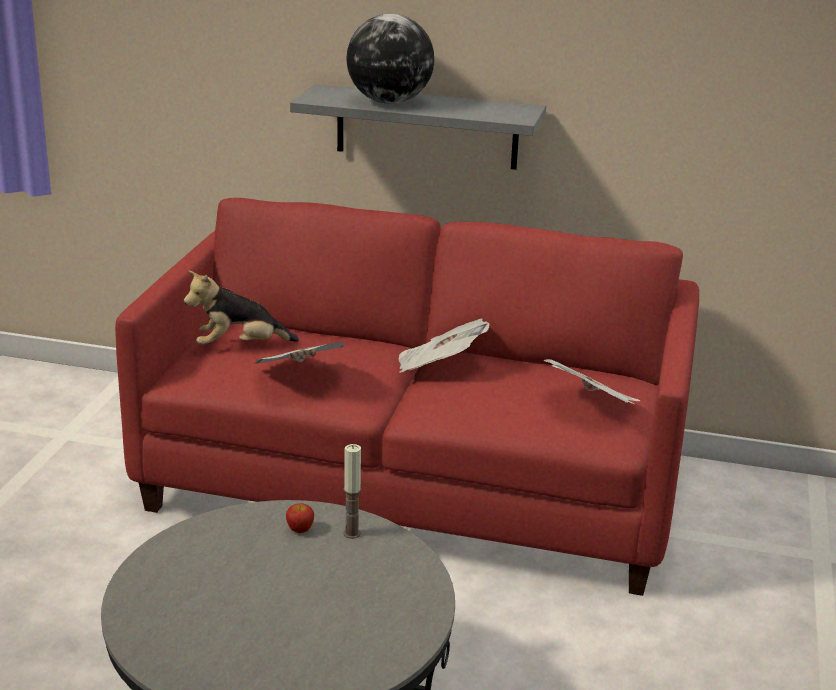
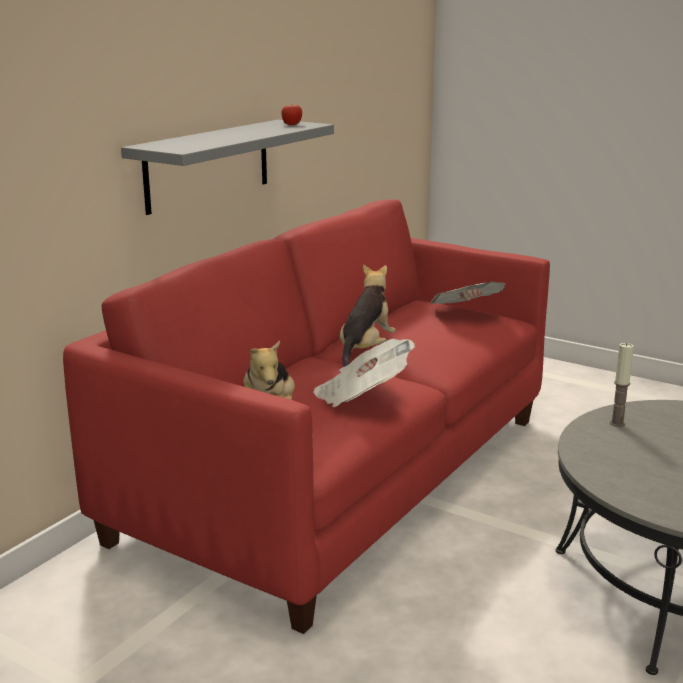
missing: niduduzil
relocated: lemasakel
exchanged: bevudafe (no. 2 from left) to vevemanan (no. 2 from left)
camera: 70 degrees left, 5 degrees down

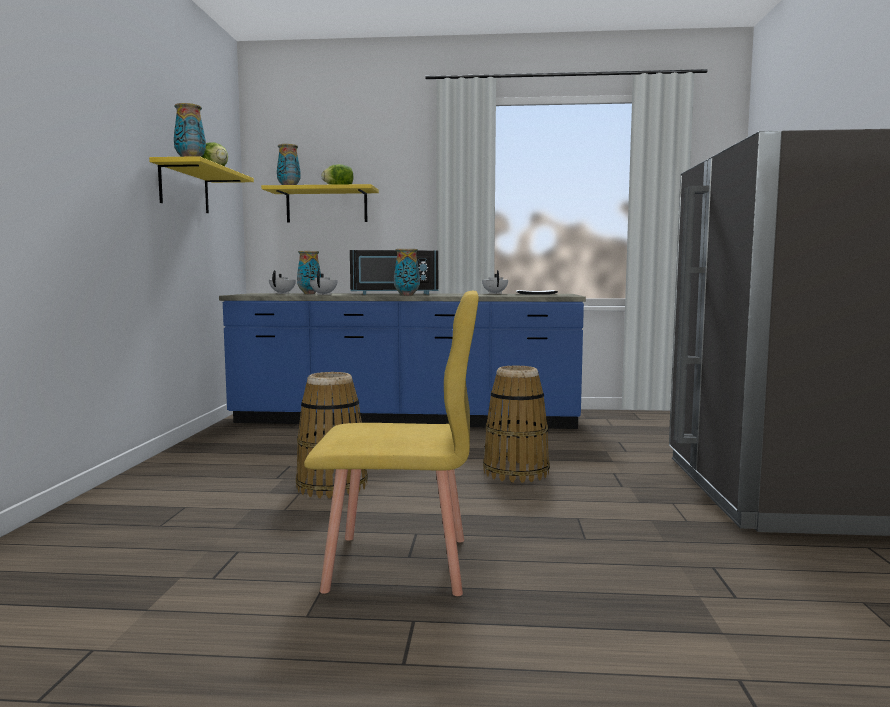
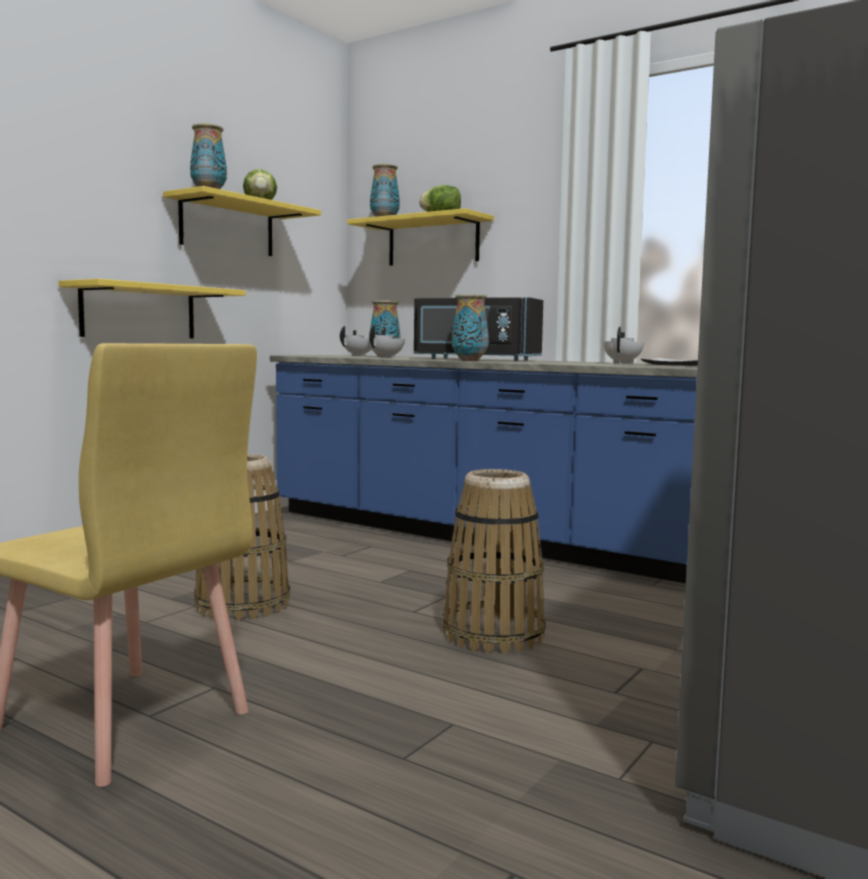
appeared: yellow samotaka (no. 1 from left)
camera: 30 degrees right, 0 degrees up

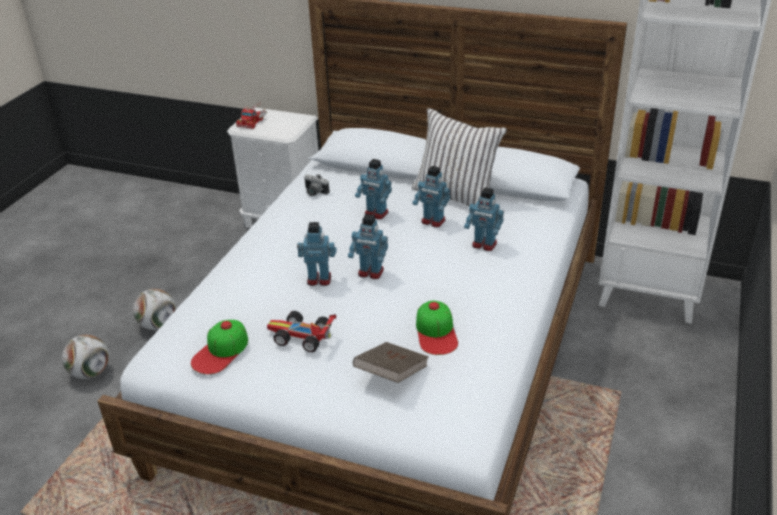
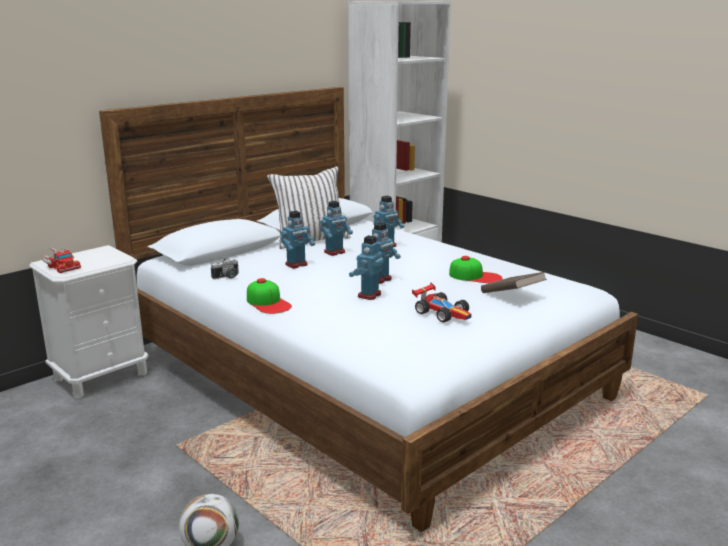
missing: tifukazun (no. 2 from left)
relocated: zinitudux (no. 1 from left)
spun: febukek 90 degrees counterclockwise
camera: 65 degrees left, 15 degrees down

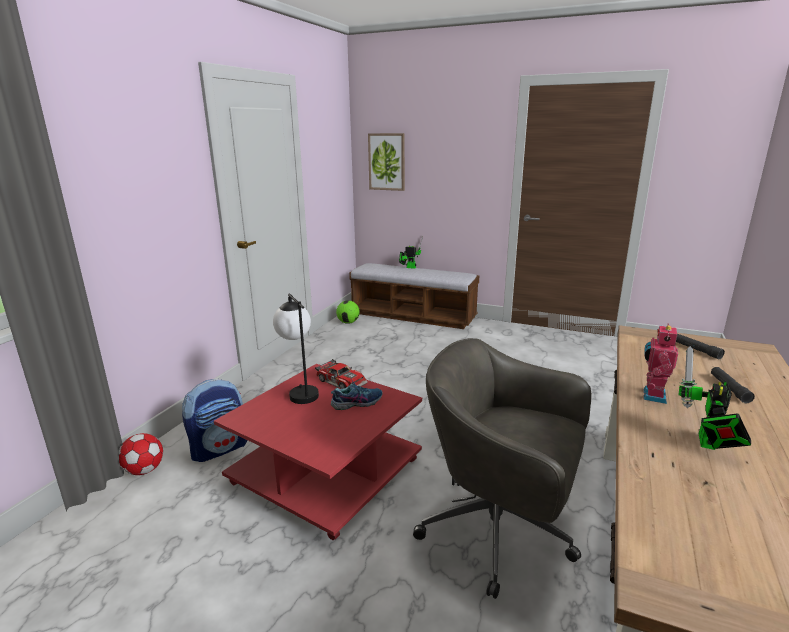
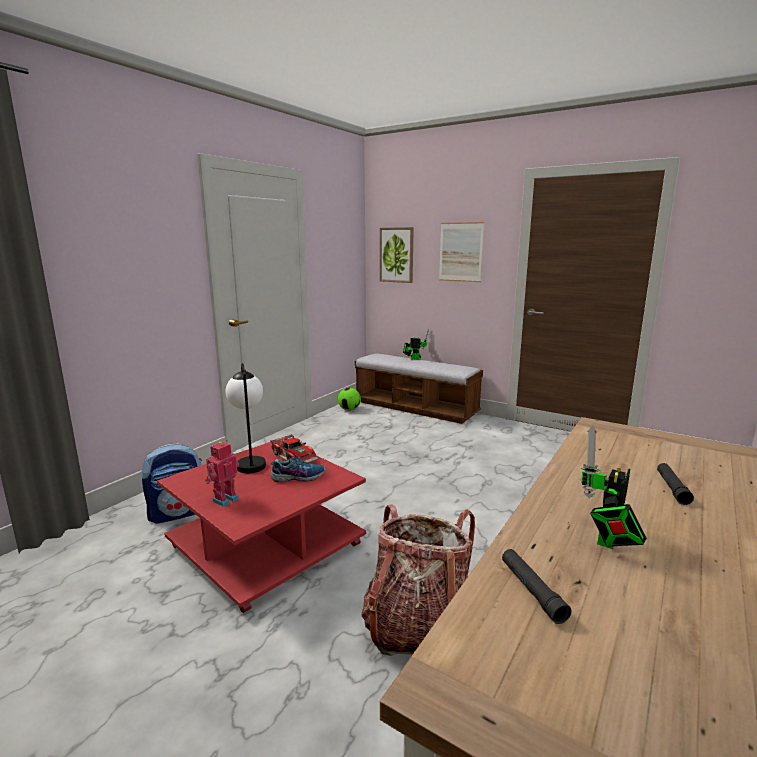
missing: tifukazun (no. 1 from left)
appeared: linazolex (no. 2 from left)
relocated: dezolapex (no. 2 from left in the first image) to dezolapex (no. 1 from left); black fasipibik (no. 1 from left)
exchanged: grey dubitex to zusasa (no. 2 from left)
camera: 10 degrees right, 5 degrees down

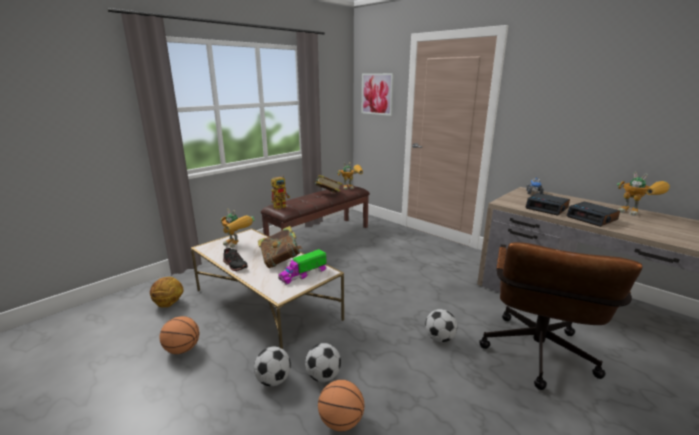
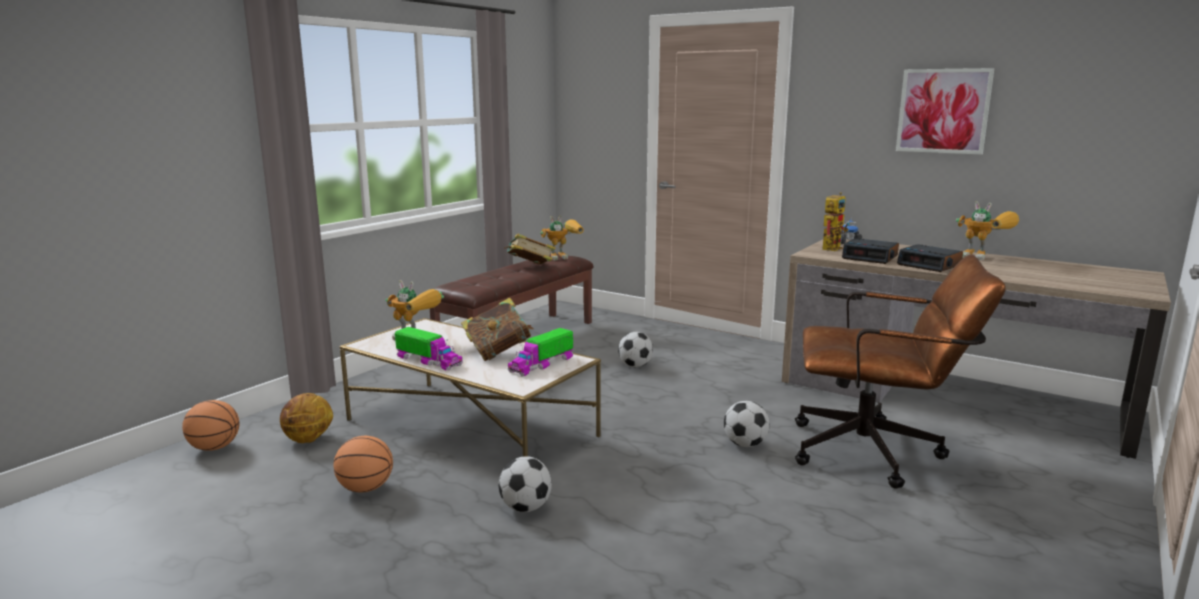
relocated: dezolapex (no. 2 from left in the first image) to dezolapex (no. 3 from left); tifukazun (no. 2 from left); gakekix (no. 3 from left in the first image) to gakekix (no. 1 from left); linazolex
exchanged: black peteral to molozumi (no. 1 from left)
spun: brown dubitex 90 degrees counterclockwise
camera: 10 degrees left, 5 degrees down

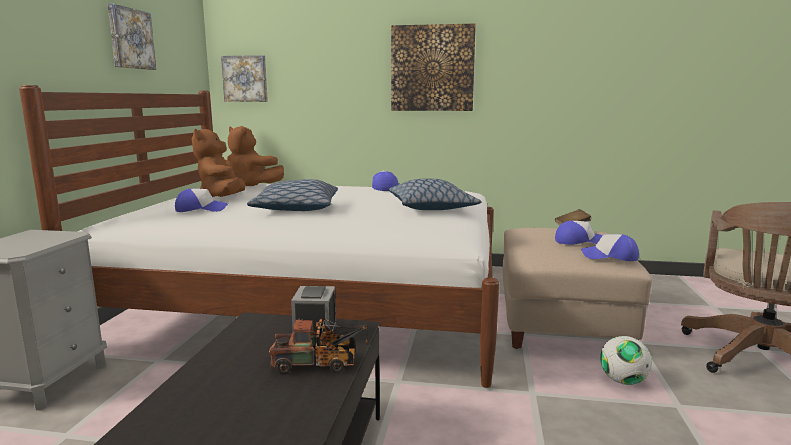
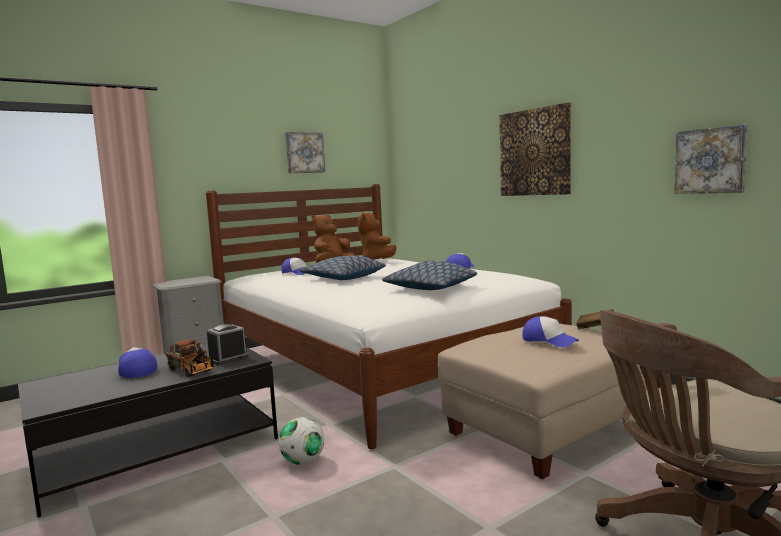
relocated: linazolex (no. 2 from left in the first image) to linazolex (no. 3 from left); zinitudux (no. 4 from left in the first image) to zinitudux (no. 1 from left); tifukazun
camera: 45 degrees right, 5 degrees down

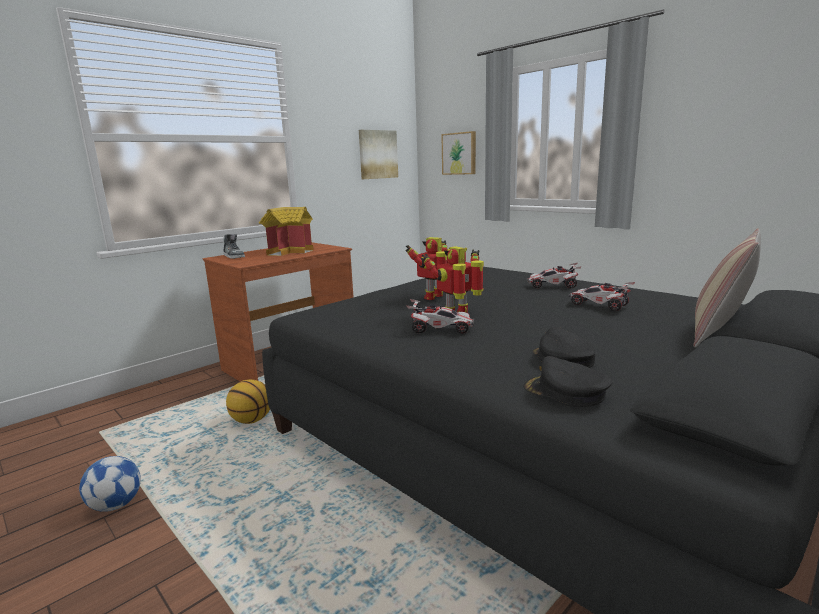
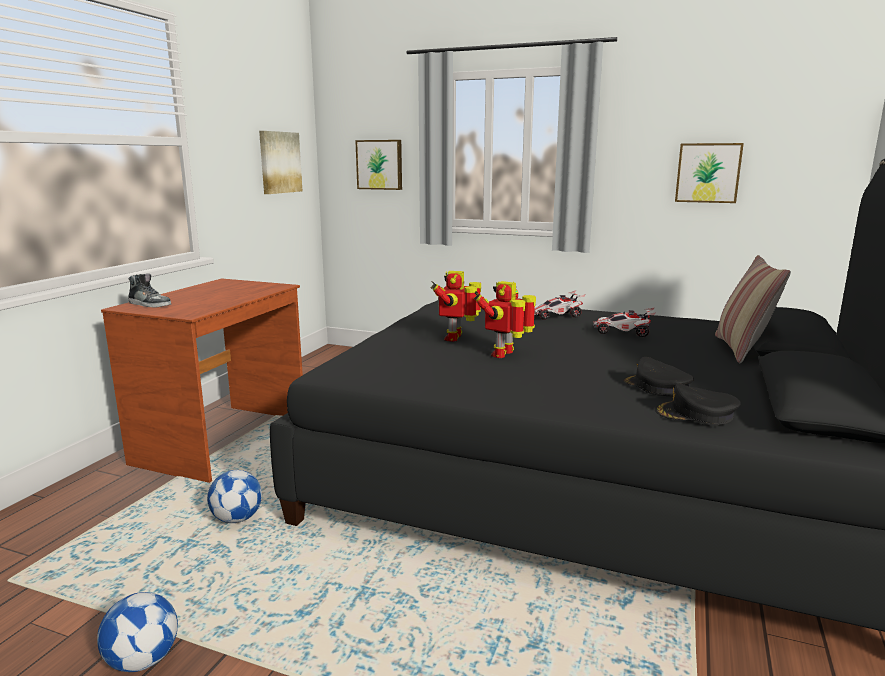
missing: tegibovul; febukek (no. 1 from left)
appeared: linazolex (no. 3 from left)
exchanged: gakekix to tifukazun (no. 2 from left)
camera: 25 degrees left, 0 degrees up

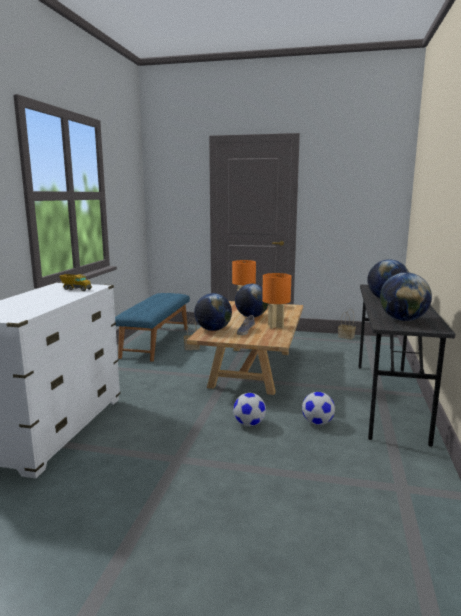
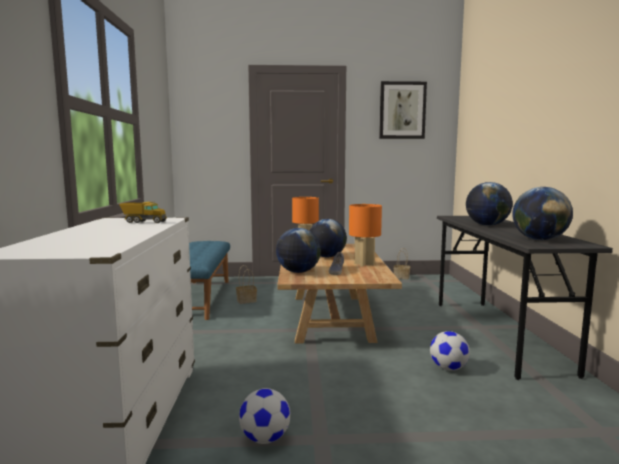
appeared: linazolex
relocated: tifukazun (no. 1 from left)
camera: 15 degrees left, 5 degrees down

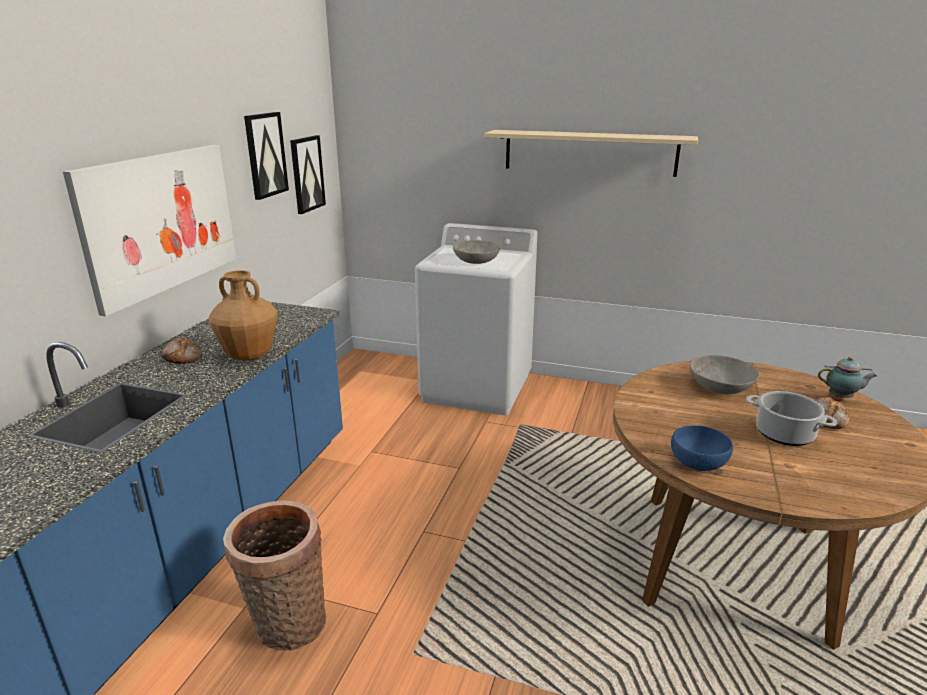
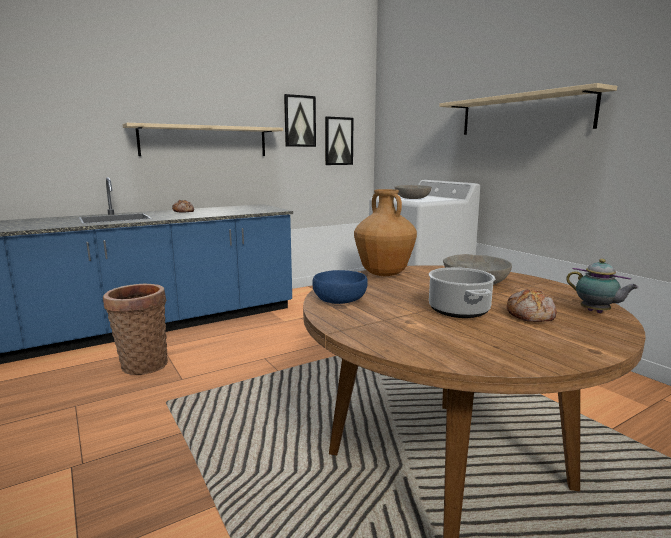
relocated: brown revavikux
exchanged: linazolex (no. 1 from left) to beige samotaka (no. 1 from left)
camera: 40 degrees right, 10 degrees down

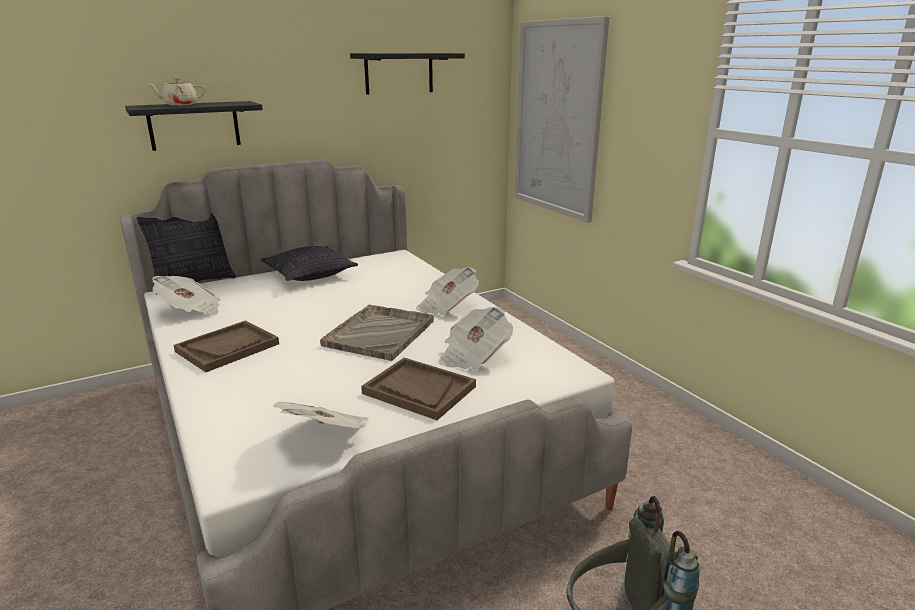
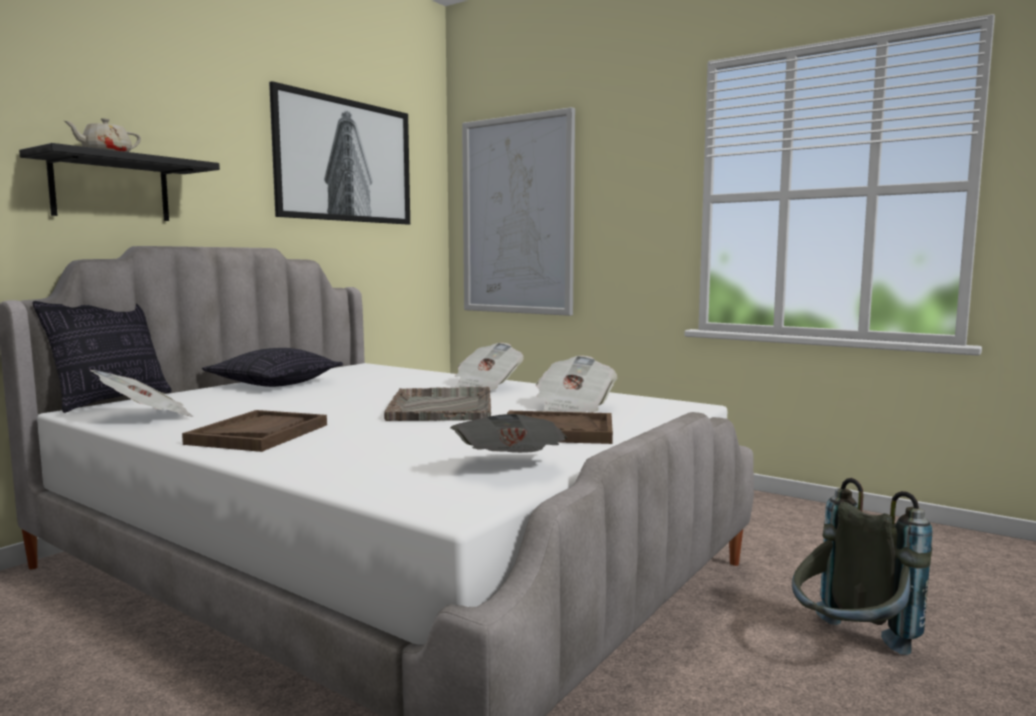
exchanged: black samotaka (no. 2 from left) to linazolex (no. 1 from left)
camera: 25 degrees left, 15 degrees down

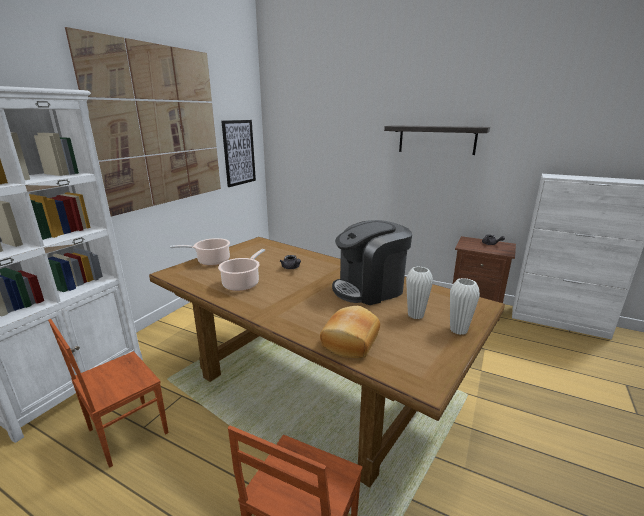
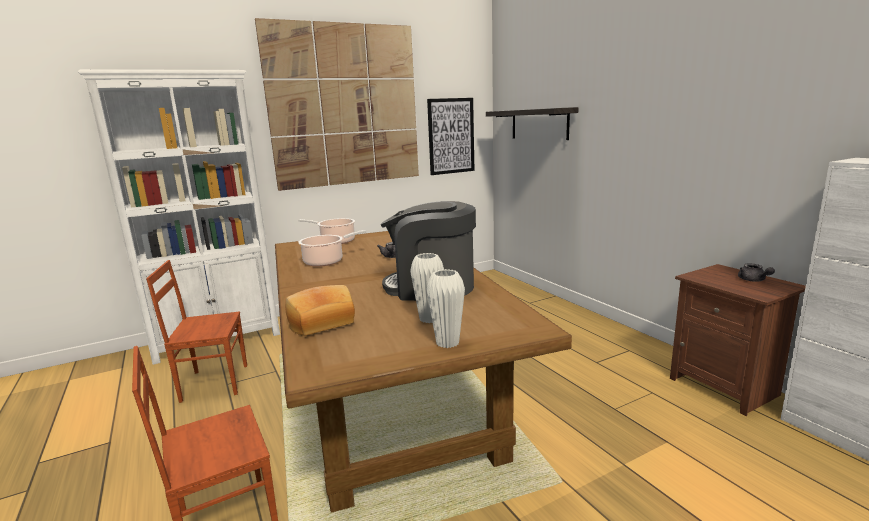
relocated: samotaka
camera: 35 degrees right, 5 degrees down

